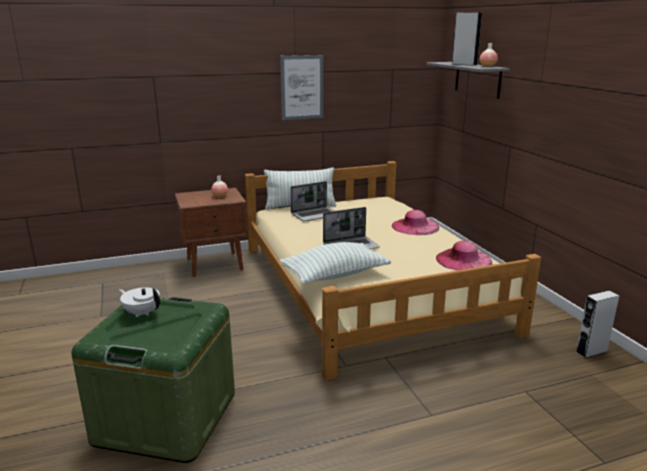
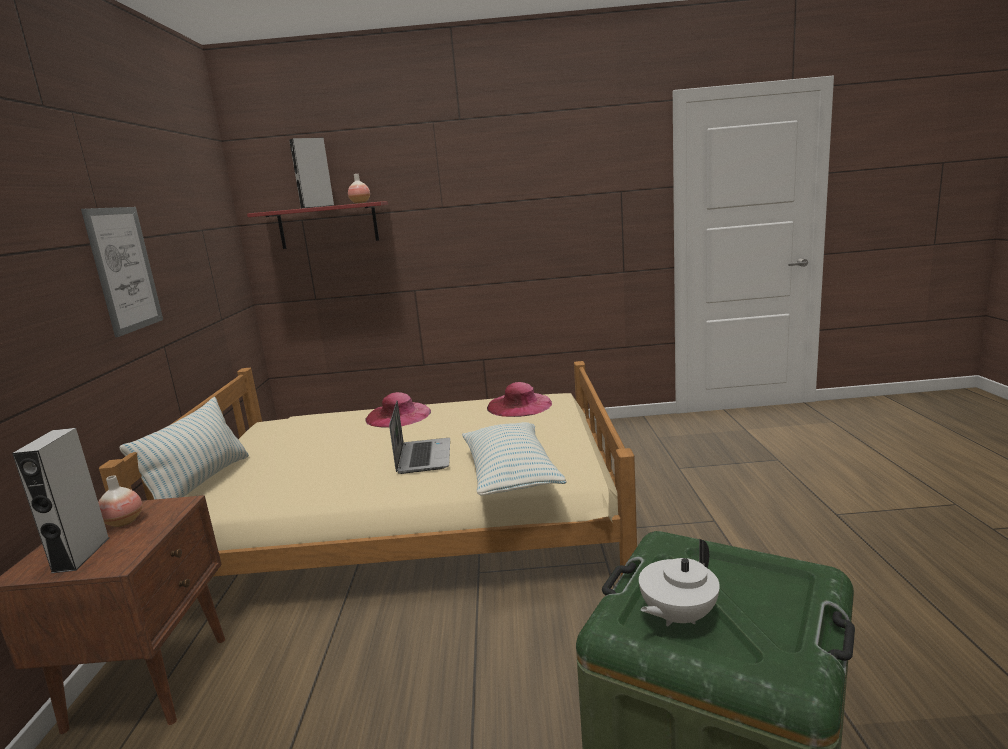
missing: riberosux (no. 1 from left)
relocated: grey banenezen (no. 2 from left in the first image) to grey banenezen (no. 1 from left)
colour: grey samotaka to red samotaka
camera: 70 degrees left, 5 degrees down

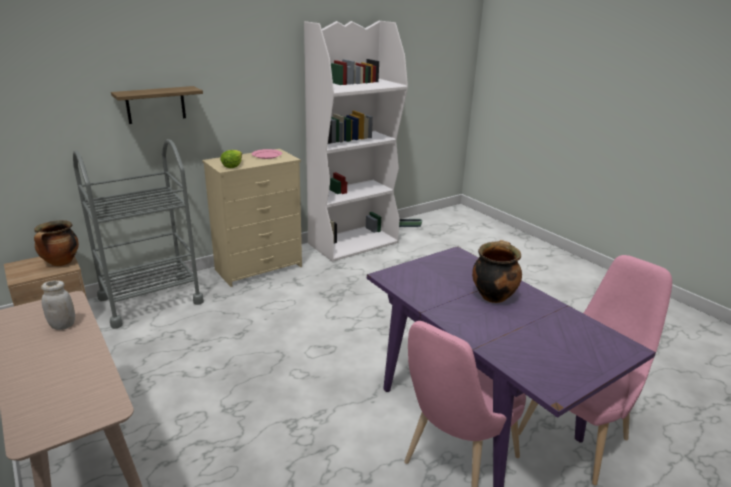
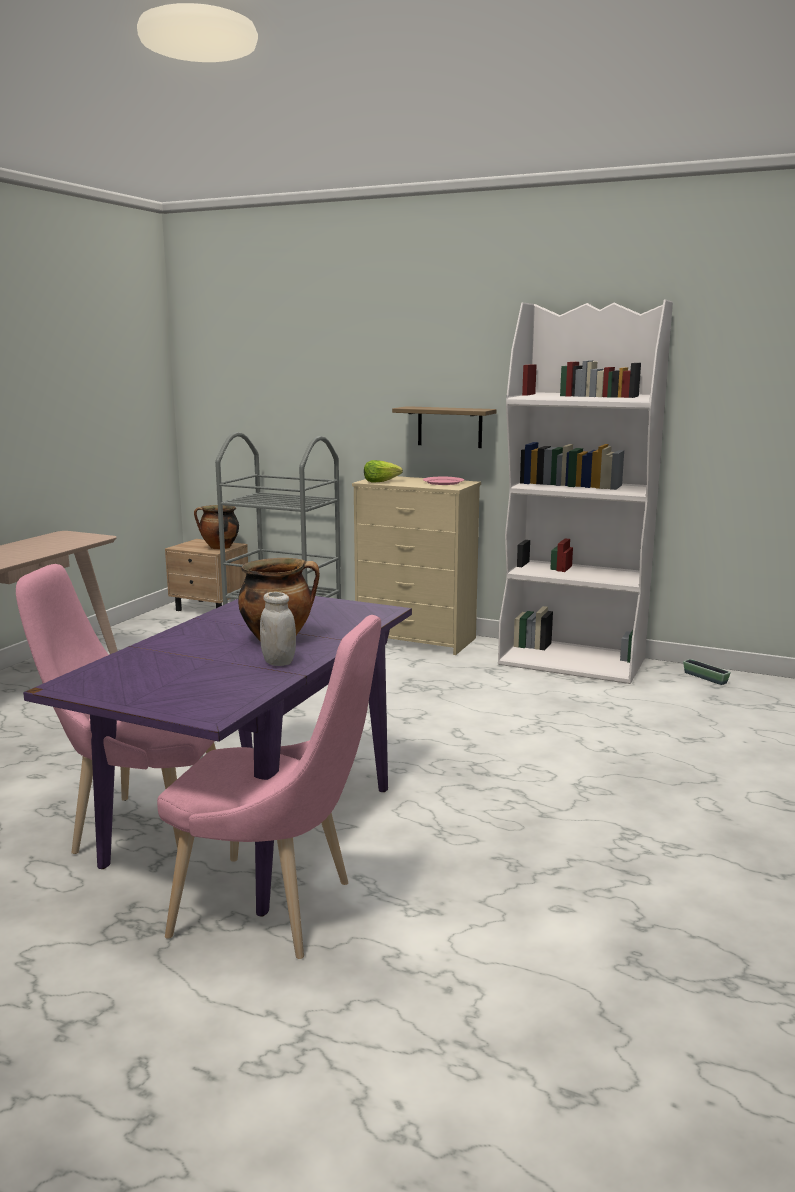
relocated: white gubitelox; samotaka
camera: 60 degrees right, 10 degrees down

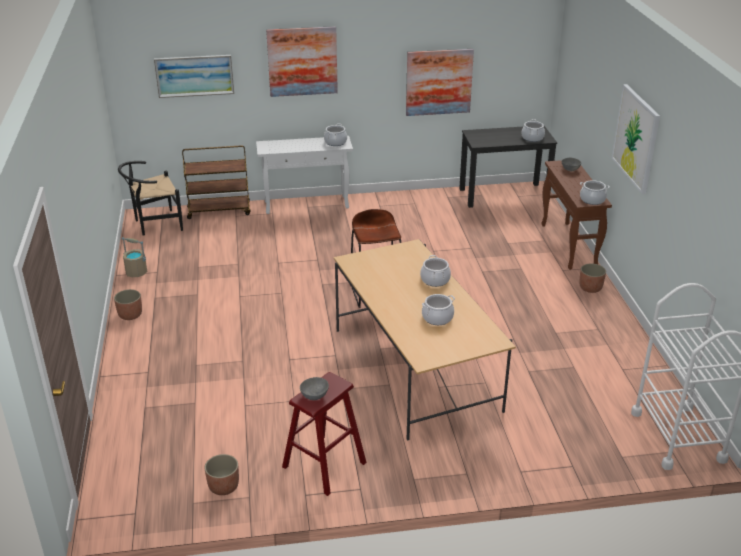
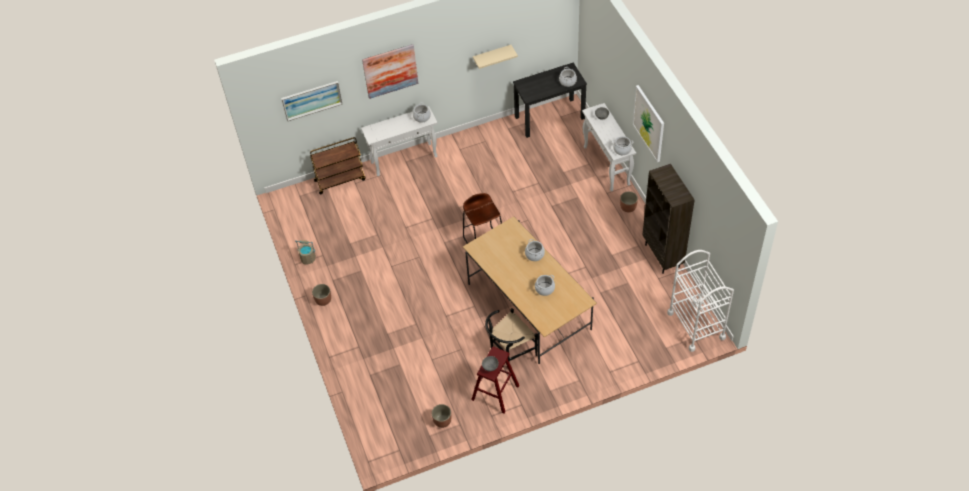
appeared: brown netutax
relocated: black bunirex
exchanged: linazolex (no. 3 from left) to beige samotaka
colour: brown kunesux to white kunesux (no. 2 from left)
camera: 10 degrees left, 20 degrees up

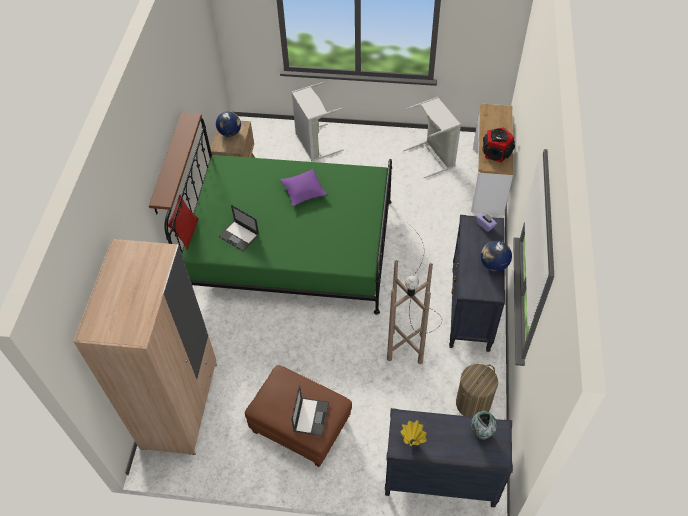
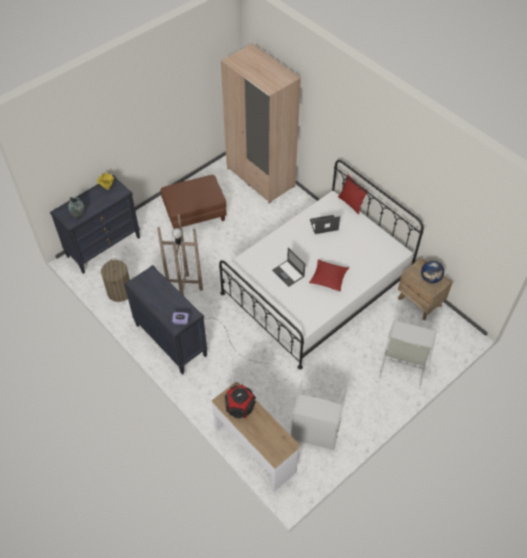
missing: brown samotaka; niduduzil (no. 2 from left)
relocated: riberosux (no. 2 from left in the first image) to riberosux (no. 1 from left)
colour: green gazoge to white gazoge; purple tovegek to red tovegek (no. 1 from left)
camera: 130 degrees right, 0 degrees up

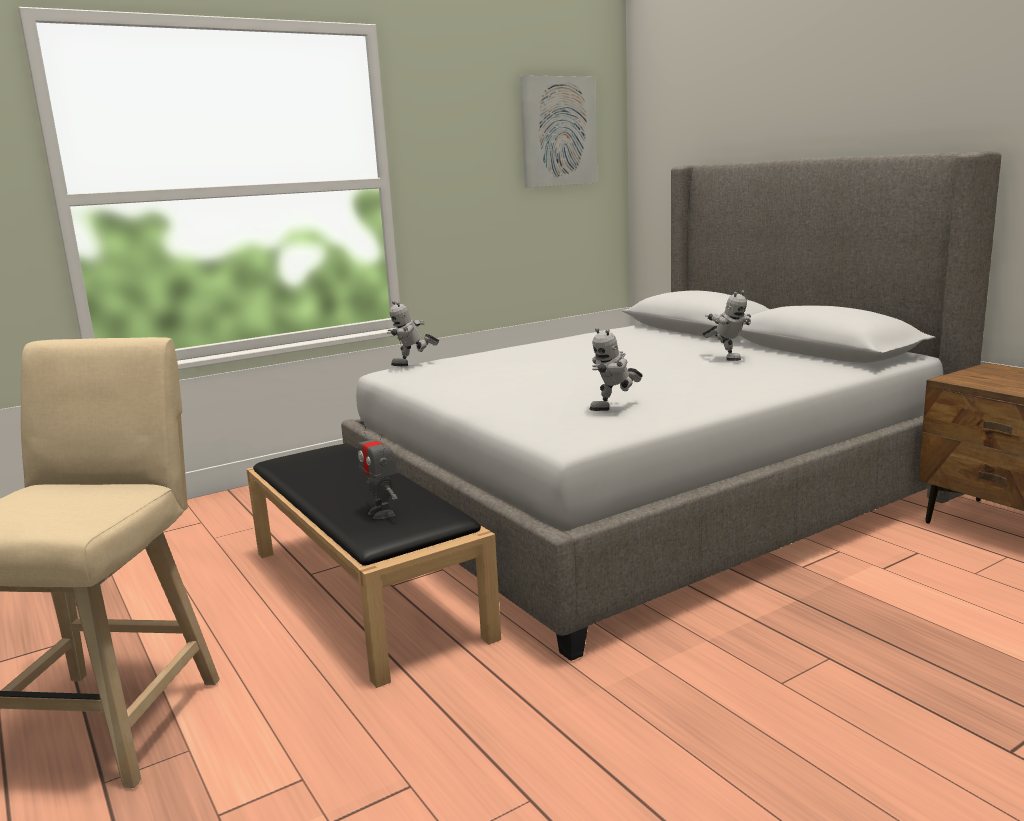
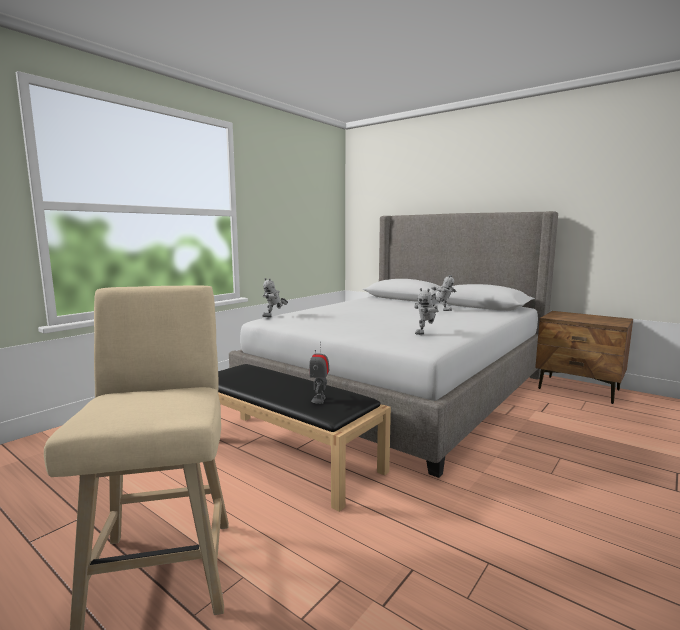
missing: linazolex
spun: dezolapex (no. 1 from left in the first image) 60 degrees clockwise
camera: 20 degrees left, 5 degrees down

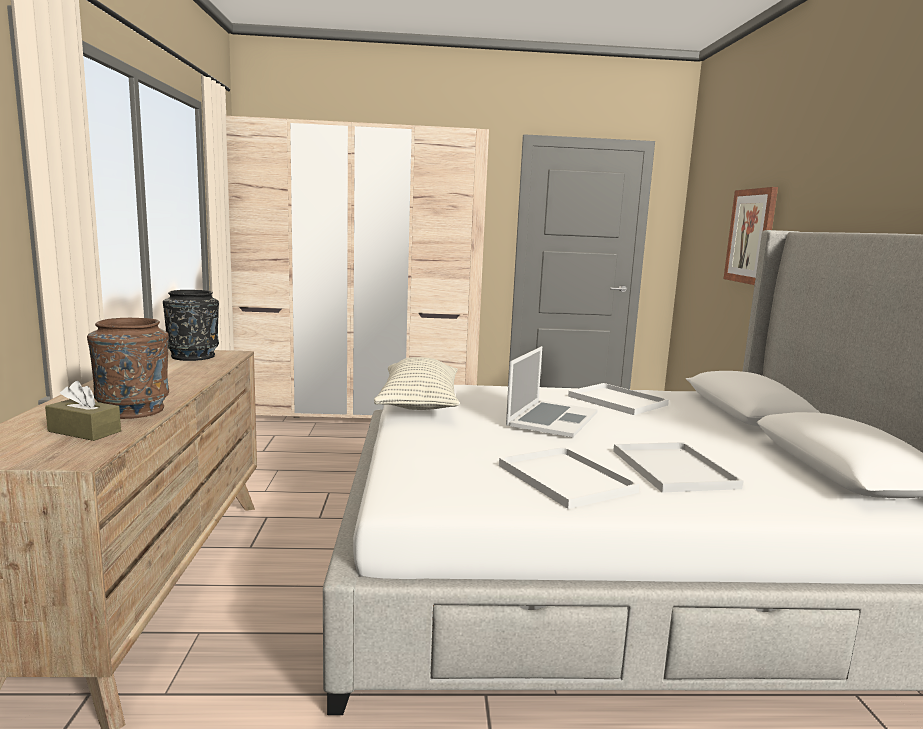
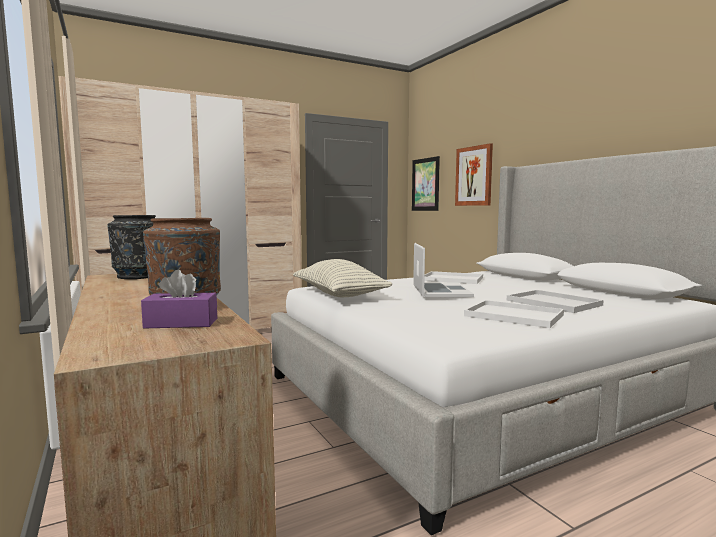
appeared: linazolex (no. 1 from left)
colour: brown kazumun to purple kazumun
camera: 25 degrees left, 5 degrees down

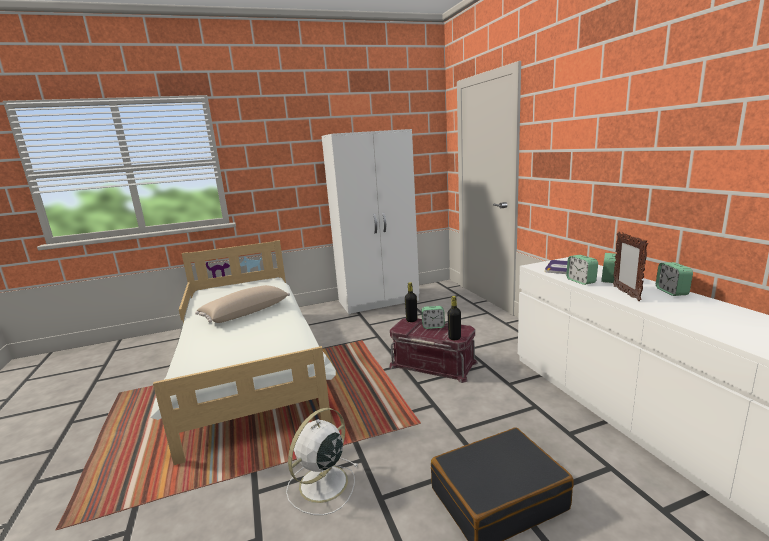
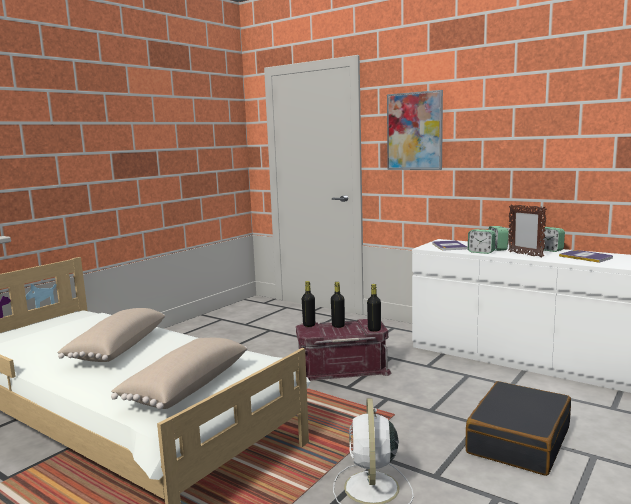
missing: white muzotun
appeared: beige tovegek (no. 2 from left); linazolex; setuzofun (no. 2 from left)
exchanged: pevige (no. 1 from left) to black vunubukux (no. 2 from left)
camera: 35 degrees left, 5 degrees down

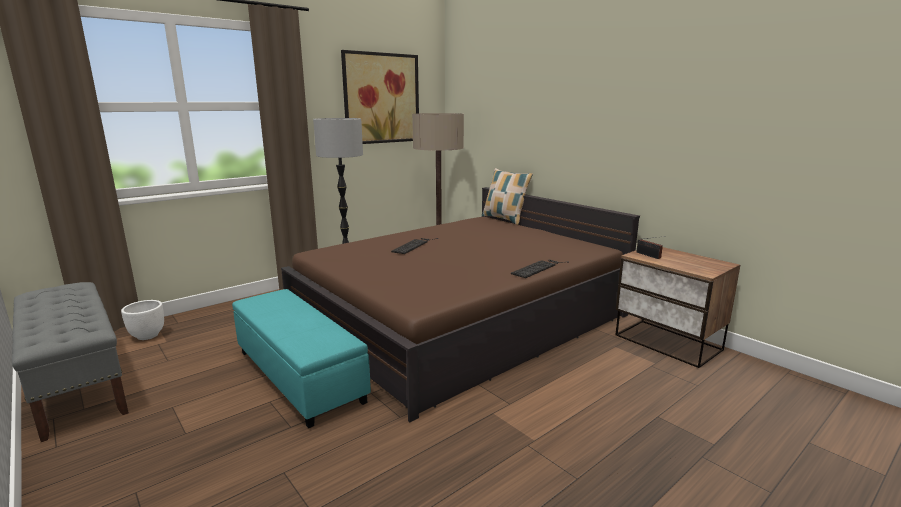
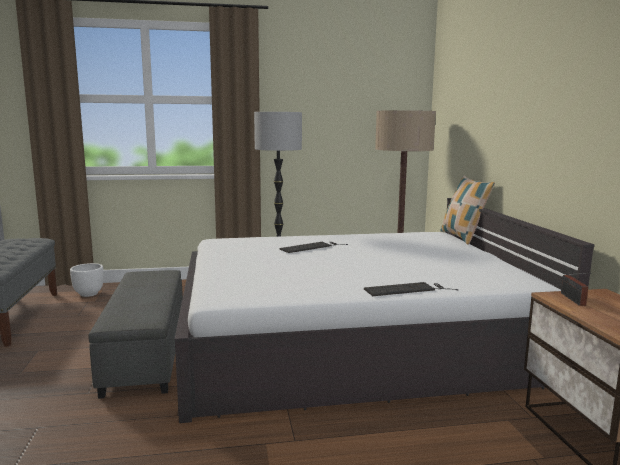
missing: linazolex
colour: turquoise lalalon to grey lalalon; brown gazoge to white gazoge
camera: 30 degrees right, 5 degrees down

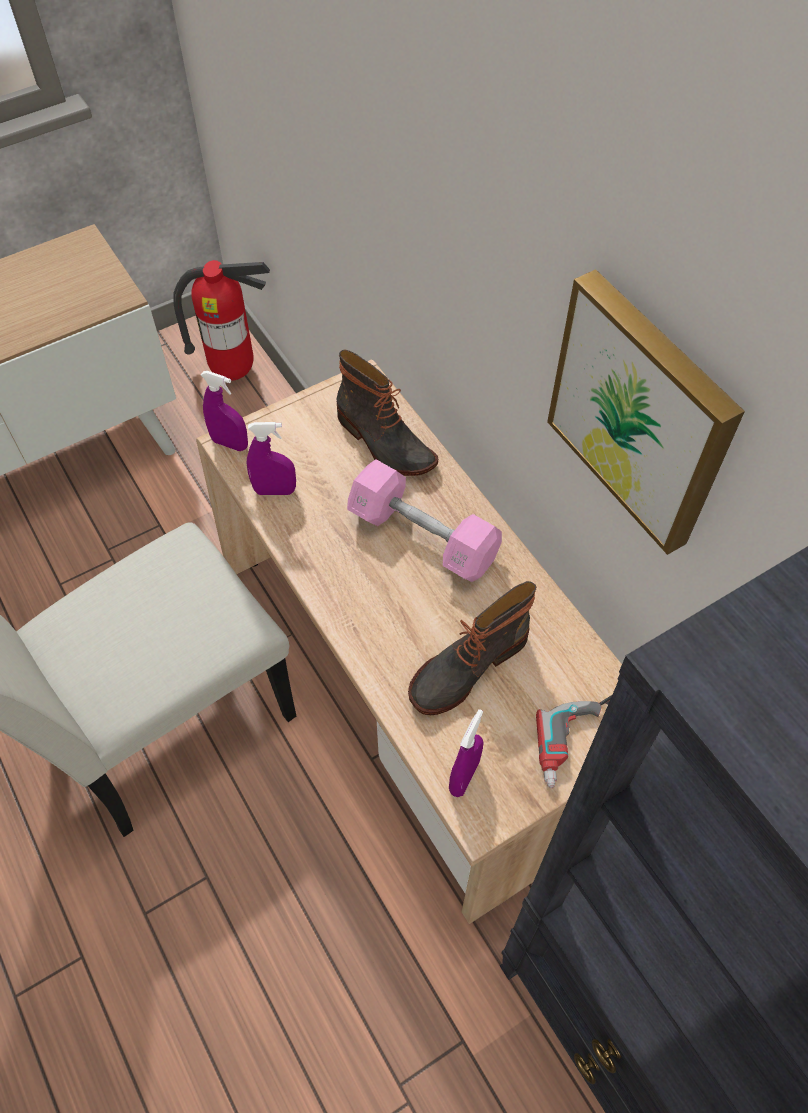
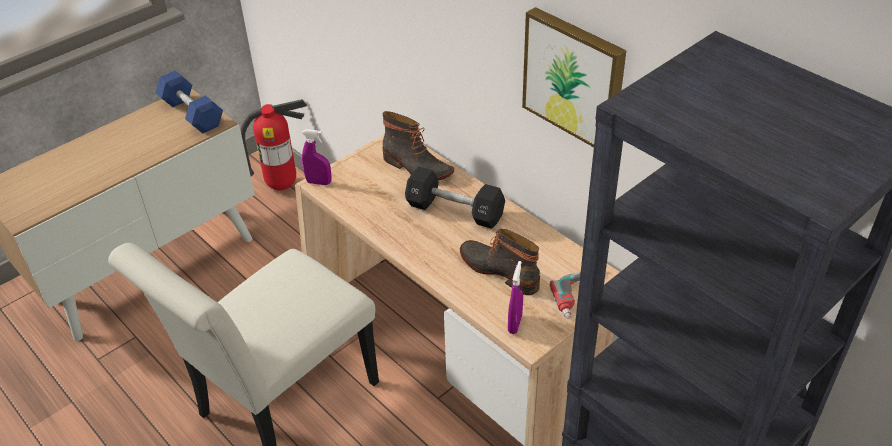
missing: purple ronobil (no. 2 from left)
appeared: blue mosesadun
colour: pink mosesadun to black mosesadun
spun: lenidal (no. 2 from left) 90 degrees clockwise
camera: 10 degrees left, 15 degrees down

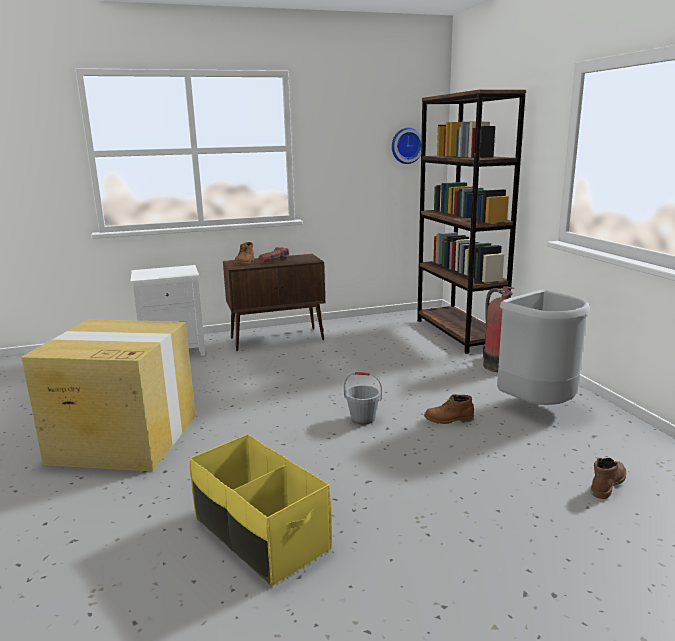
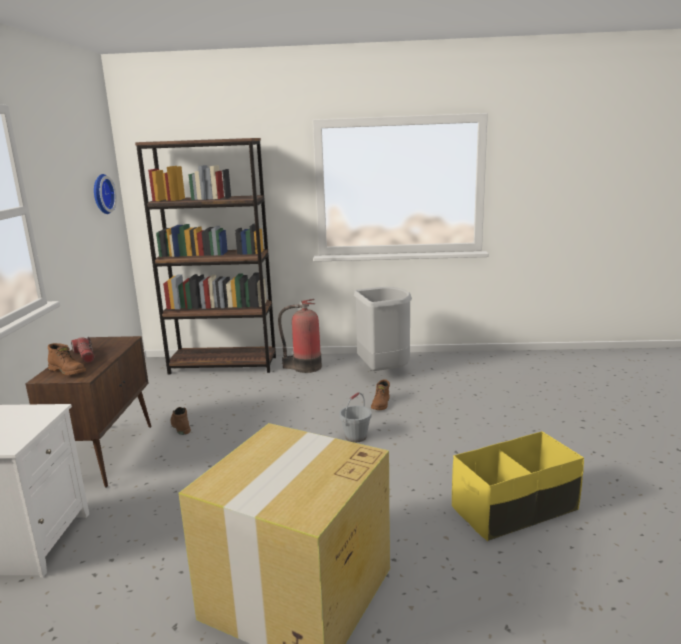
relocated: brown lenidal (no. 3 from left in the first image) to brown lenidal (no. 2 from left)
camera: 70 degrees left, 0 degrees up

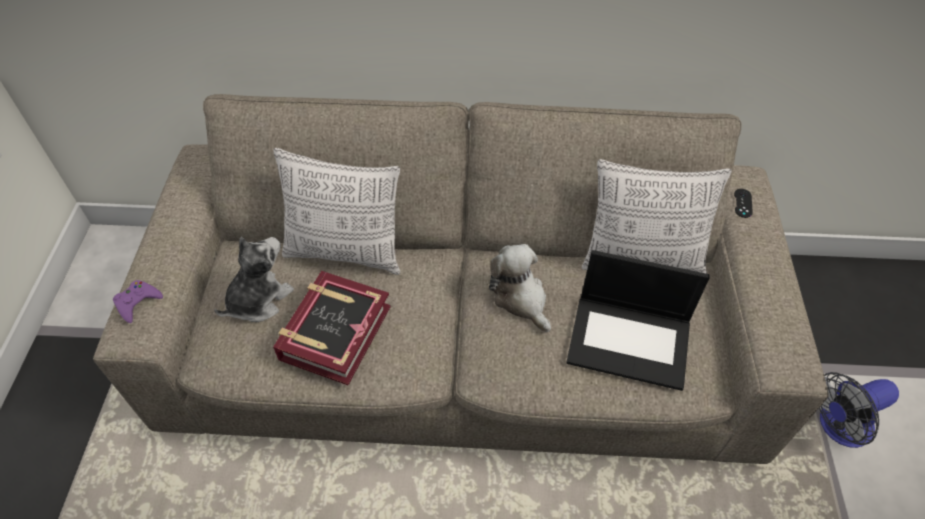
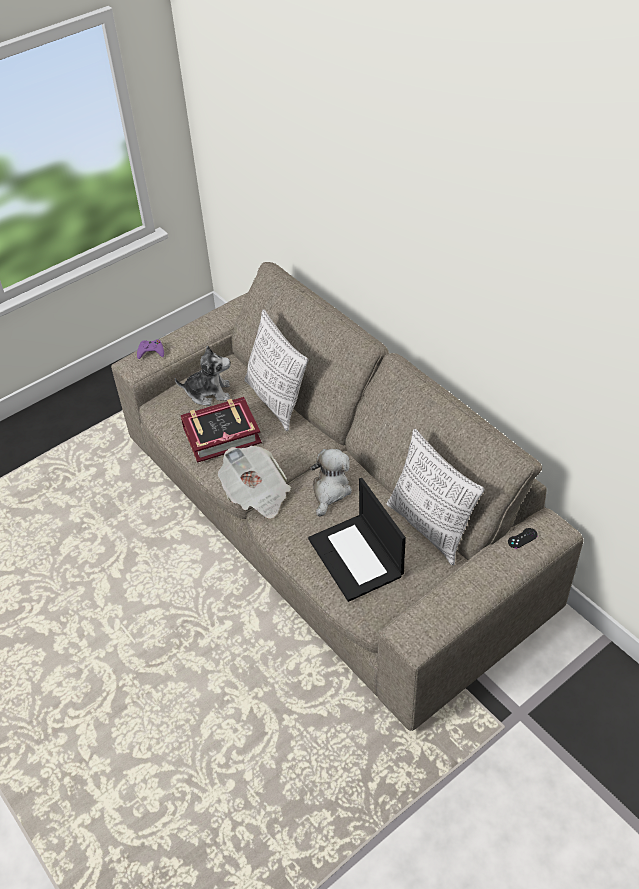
missing: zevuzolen
appeared: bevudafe
camera: 50 degrees right, 5 degrees down

